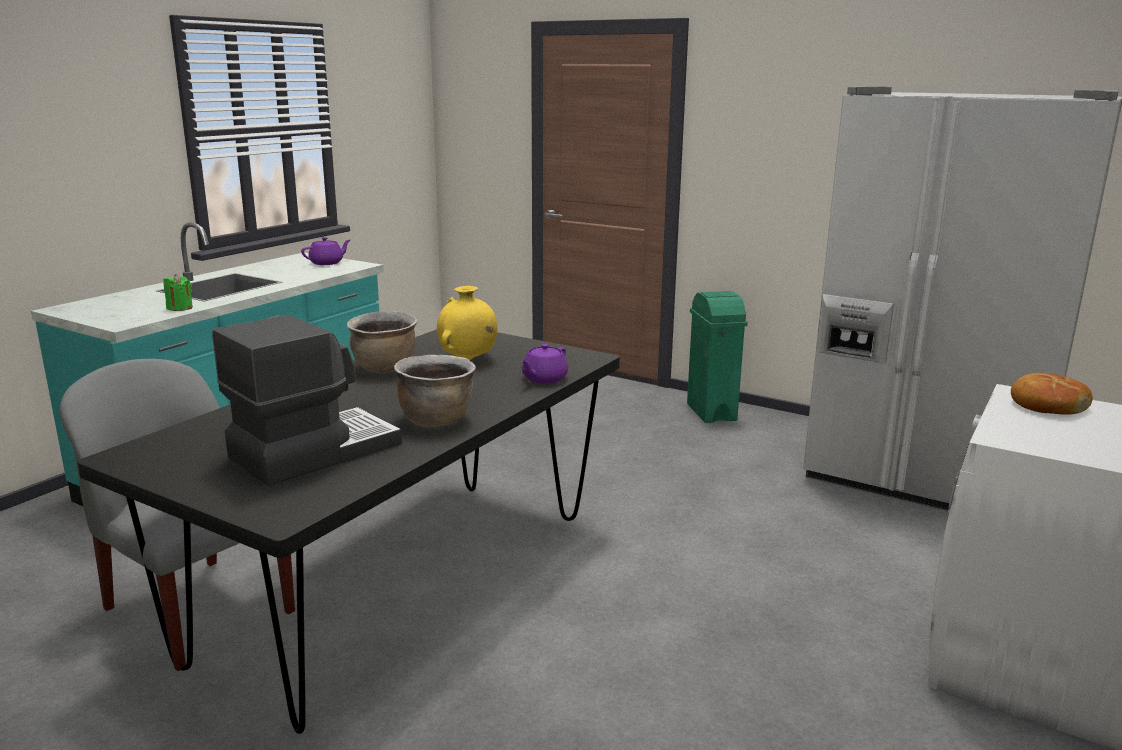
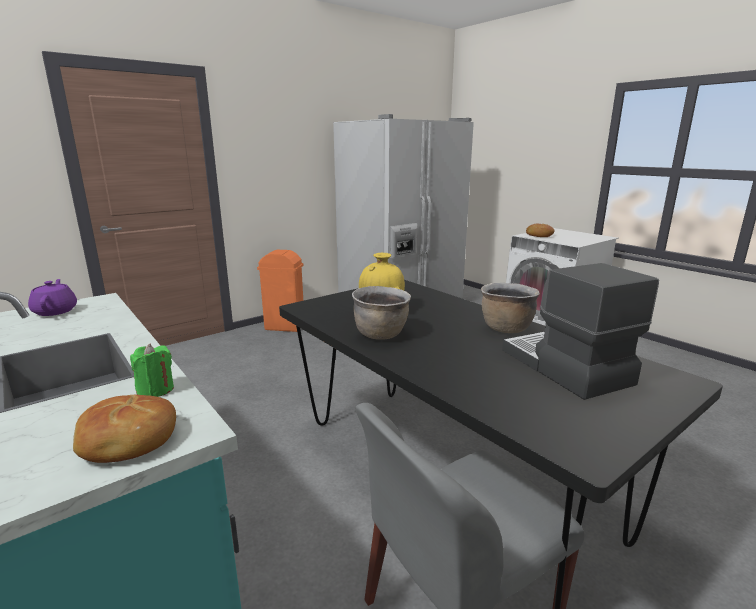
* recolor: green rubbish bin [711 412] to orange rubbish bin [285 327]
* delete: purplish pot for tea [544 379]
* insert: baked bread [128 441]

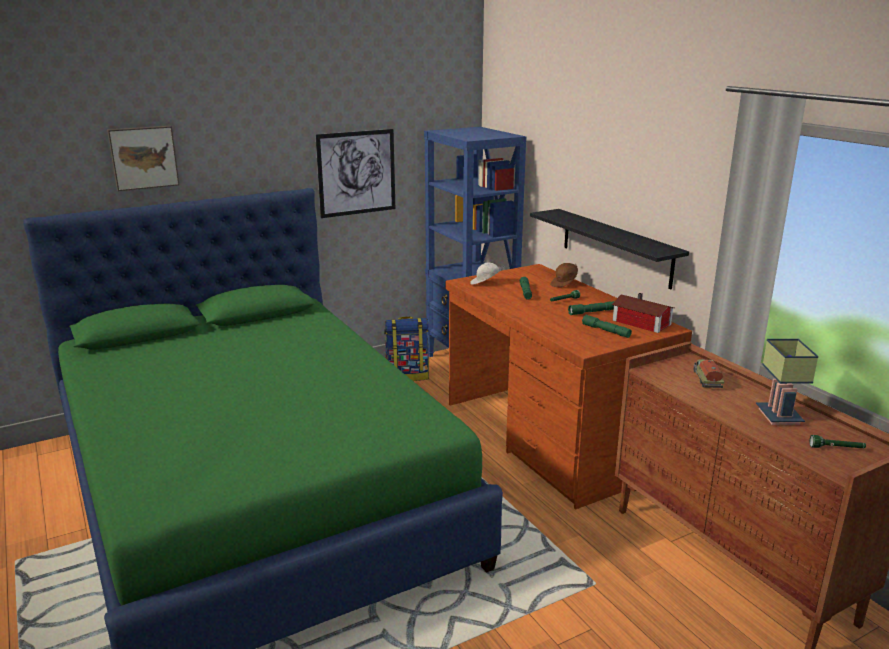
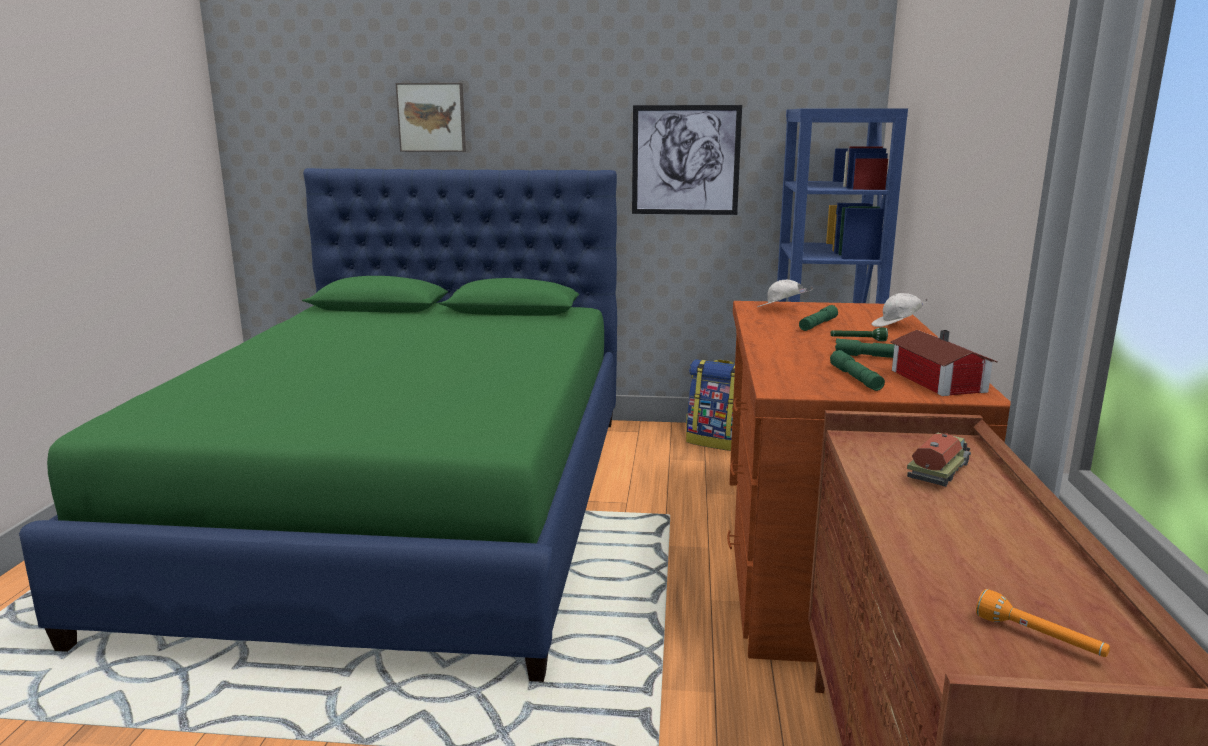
* delete: black bracket shelf [615 247]
* recolor: brown baseball cap [565 283] to white baseball cap [897 326]
* delete: table lamp [776 415]
* recolor: green hand torch [836 448] to orange hand torch [1039 638]

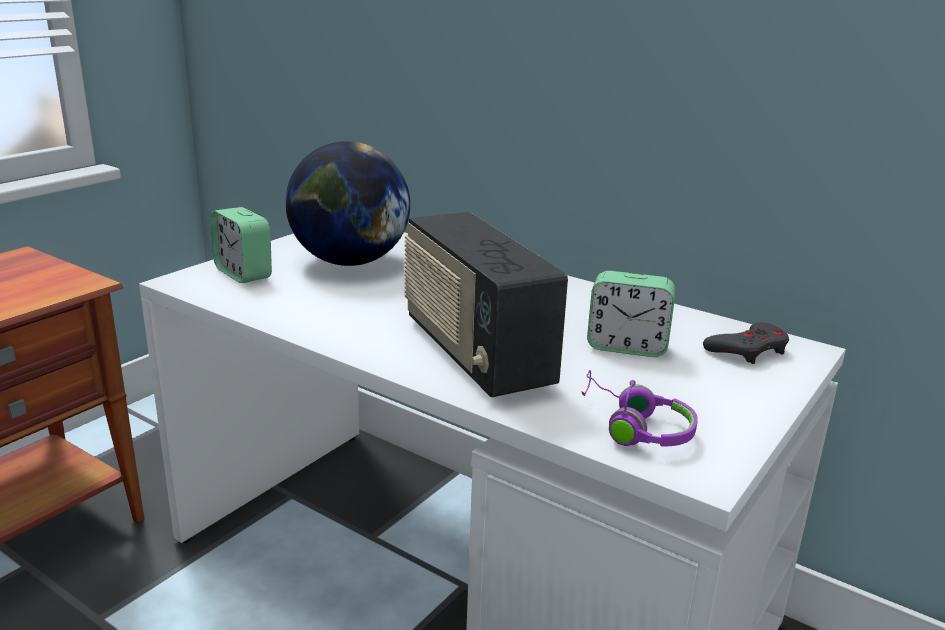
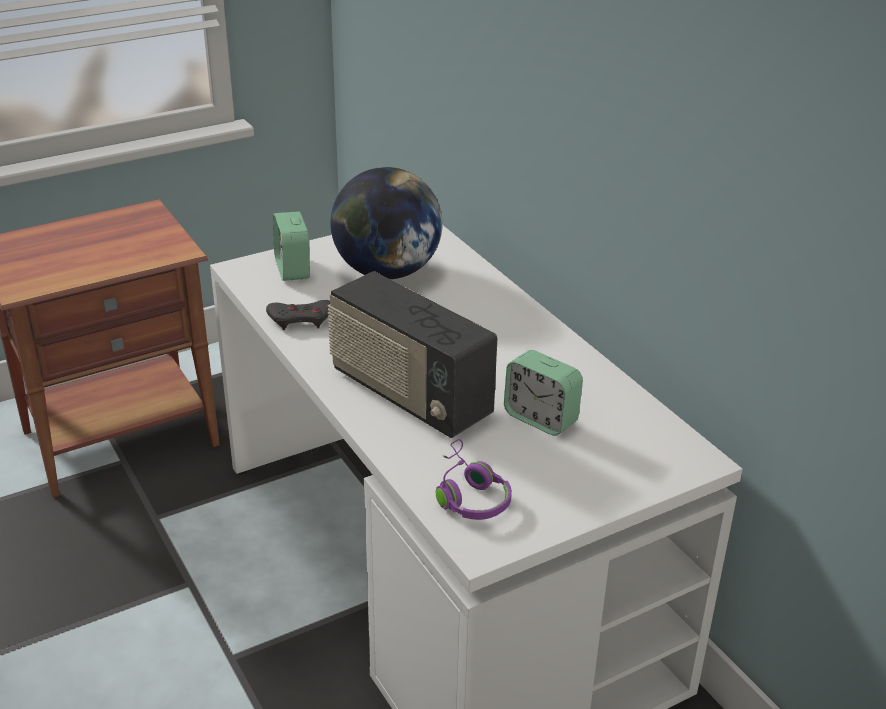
* rotate: radio set [474 353] = [409 395] 45 degrees counterclockwise
* move: greyish gamepad [748 350] to [300 319]

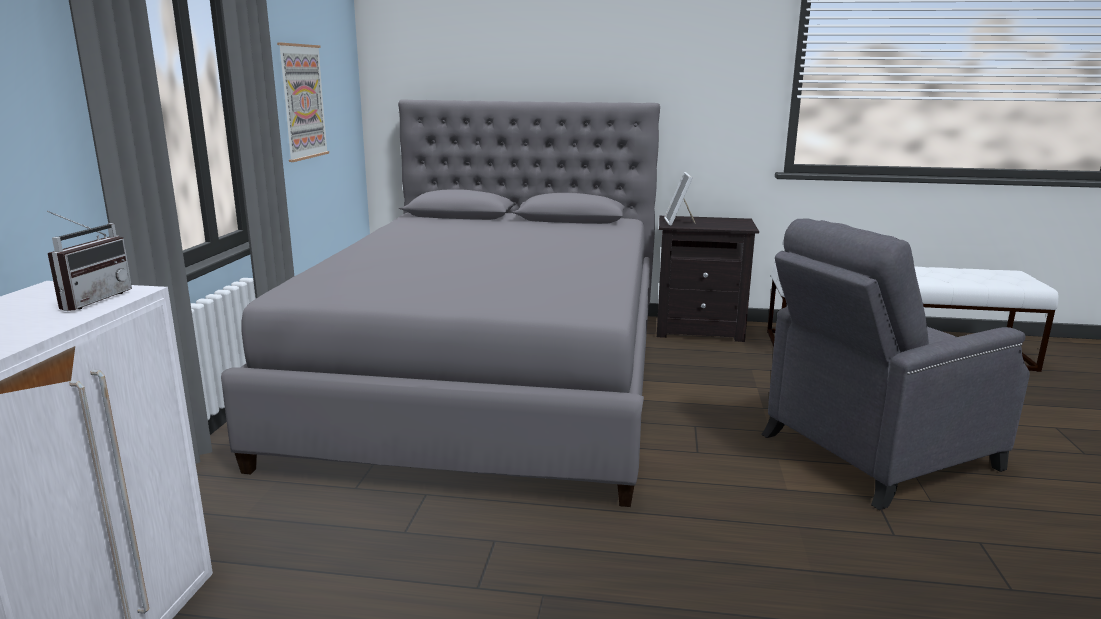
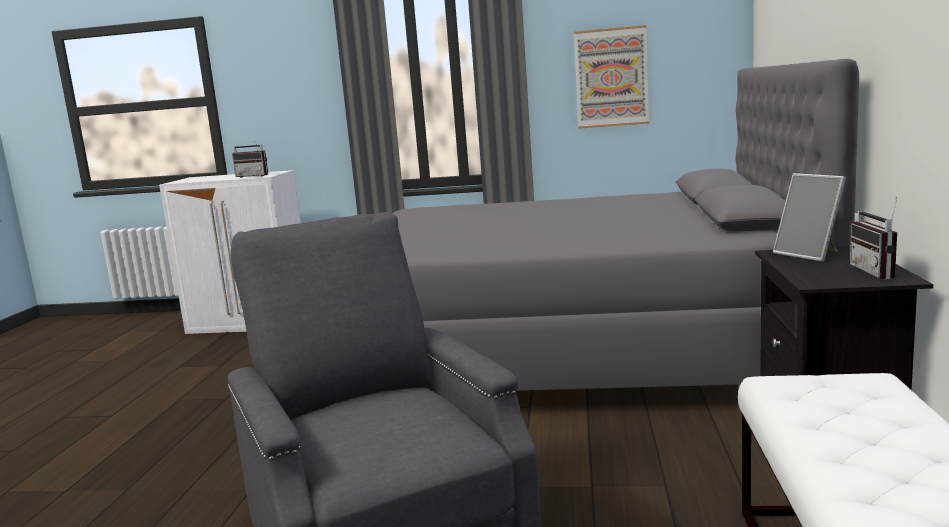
* rotate: standing frame [679 222] = [810 254] 120 degrees counterclockwise
* insert: radio set [880 272]

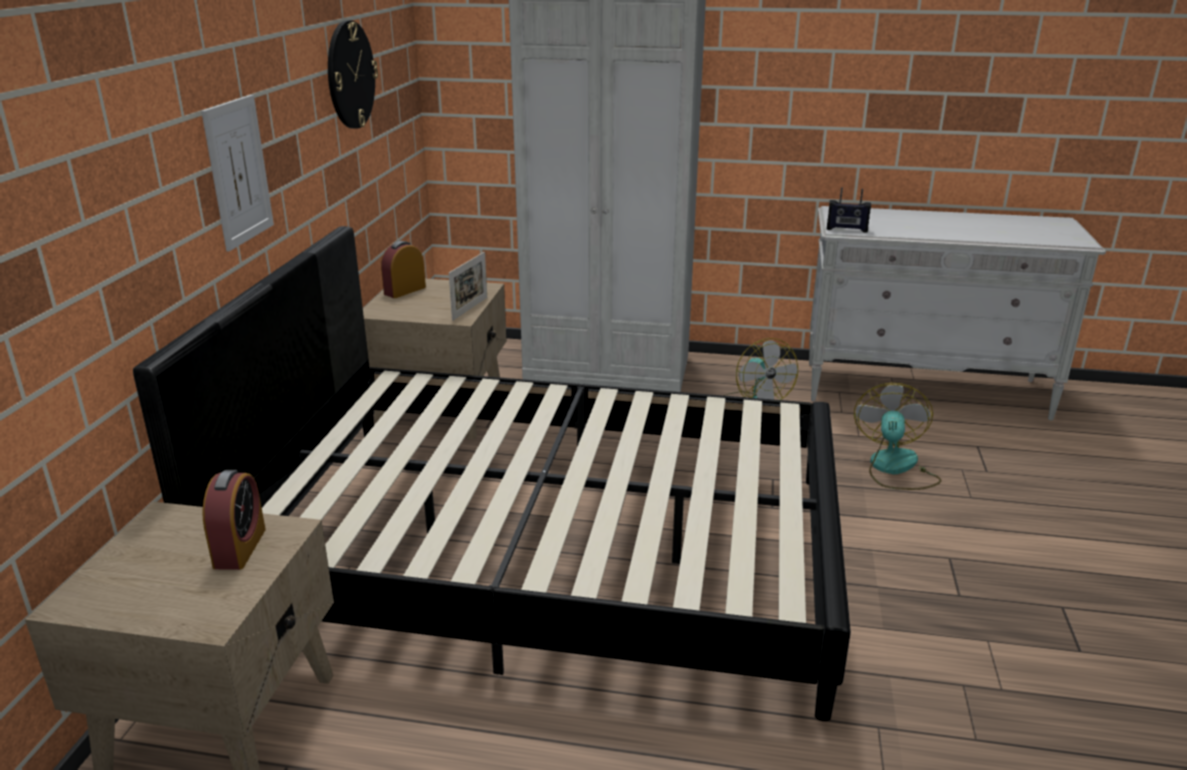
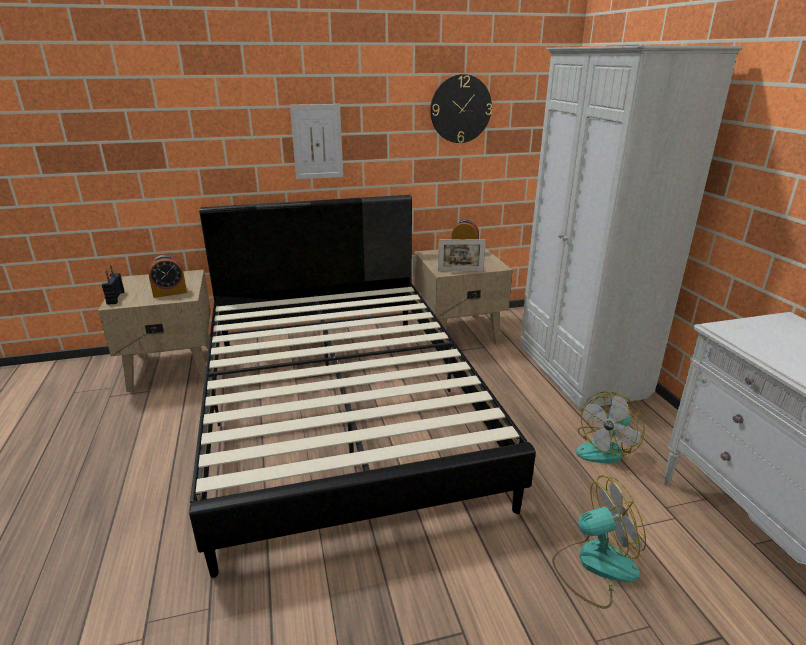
* move: radio set [847 229] to [115 298]

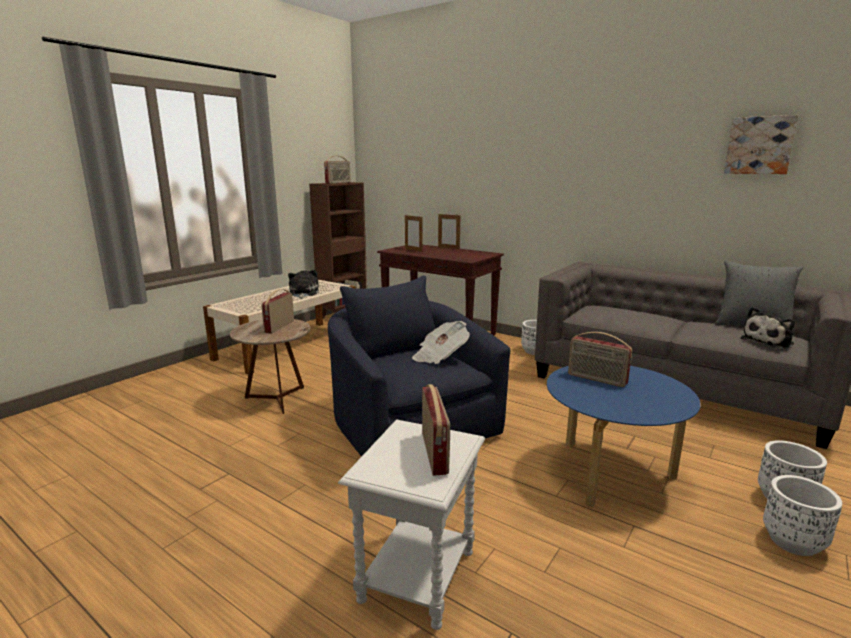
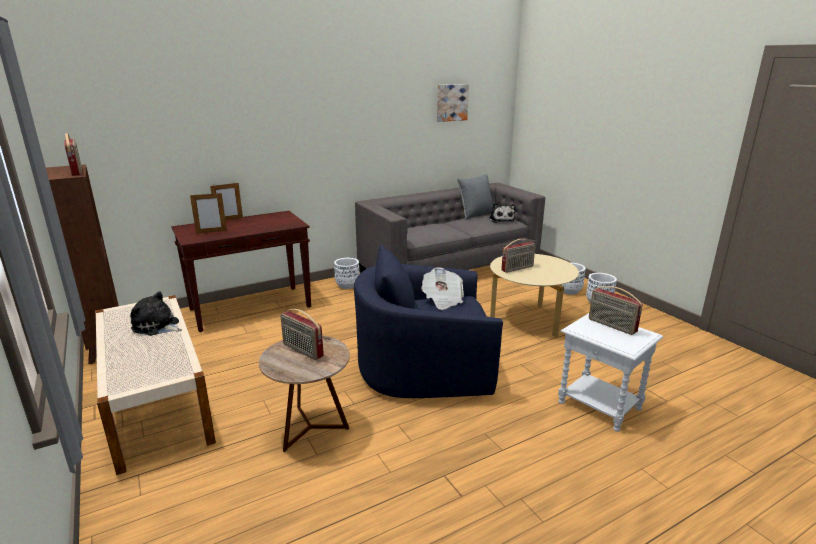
* recolor: blue-coloured coffee table [610 473] to beige-coloured coffee table [528 320]
* rotate: radio set [435 453] = [611 326] 150 degrees counterclockwise

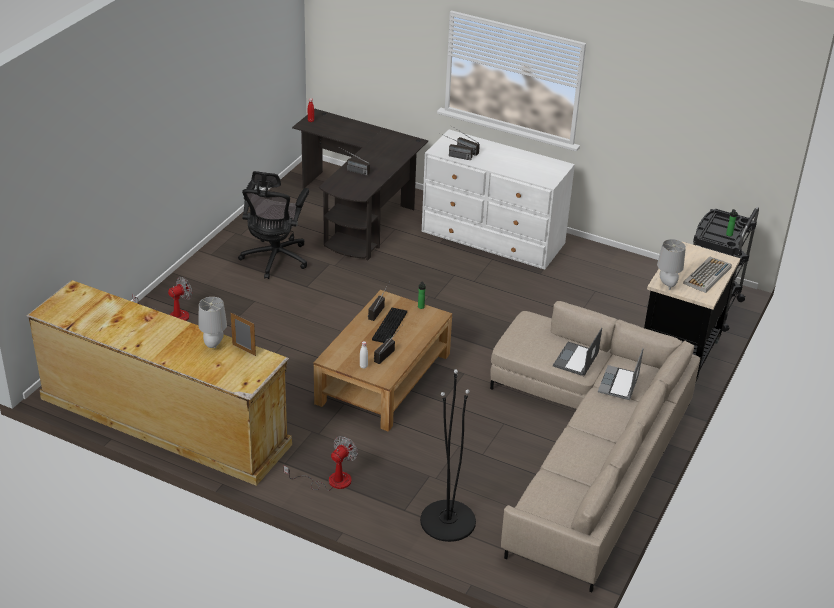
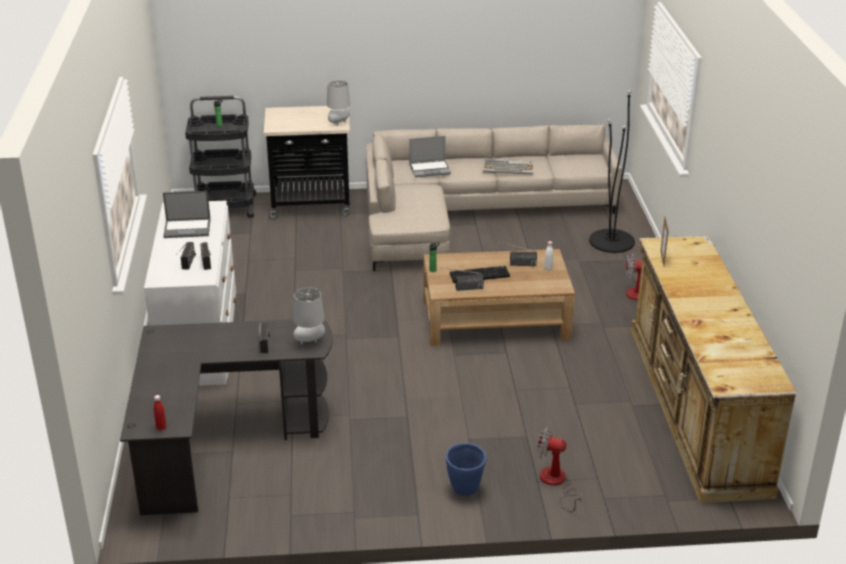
* delete: computer chair [275 259]
* move: keyboard [707 276] to [508 168]
* move: greyish table lamp [214 345] to [310 341]
* move: notebook computer [575 360] to [188 228]
* insert: blue-coloured flower pot [465 489]

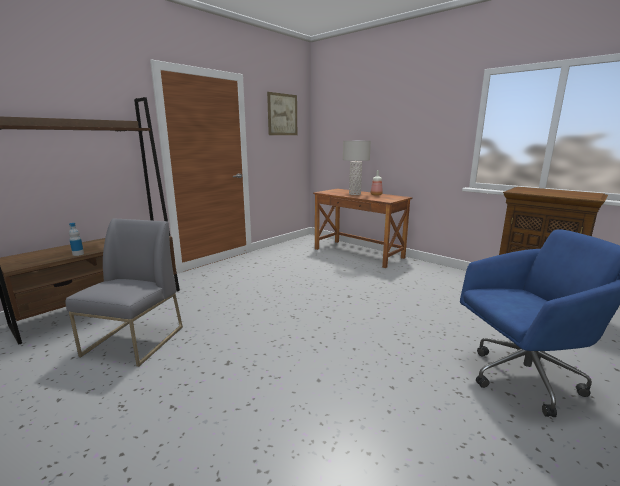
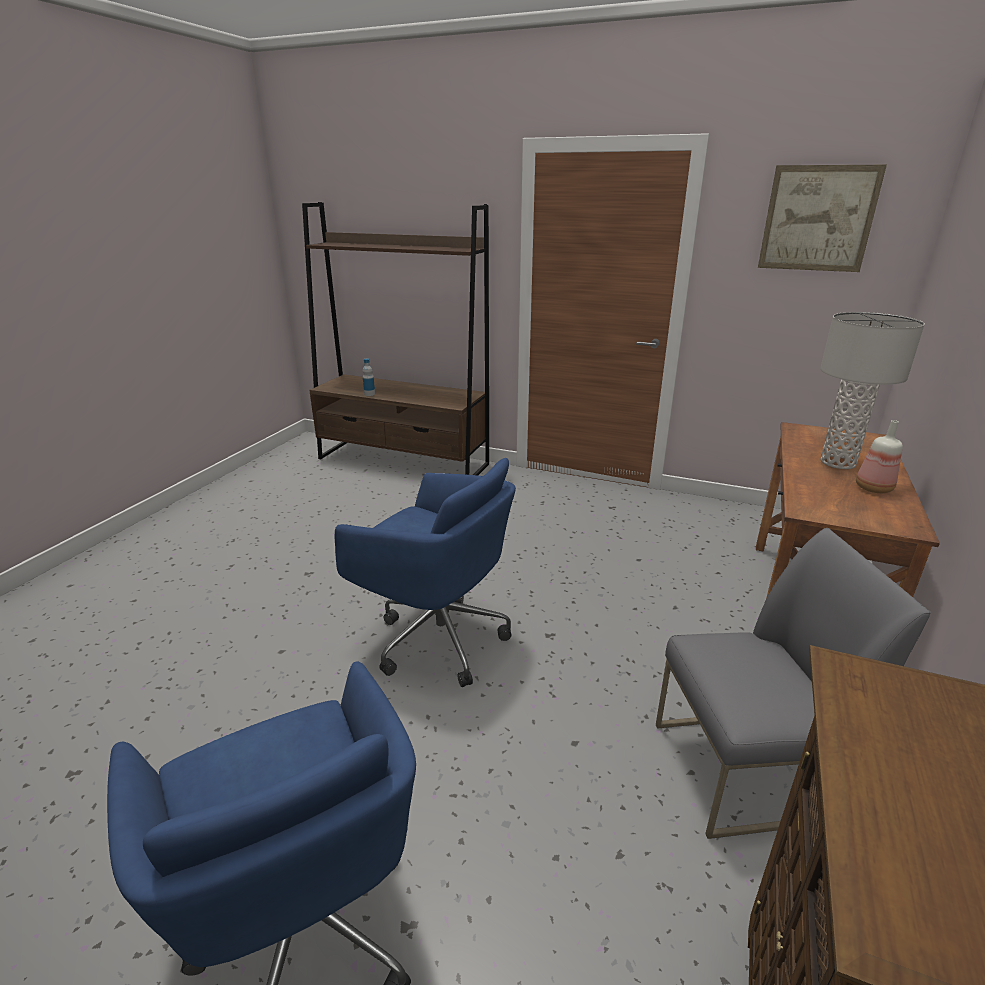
* move: greyish plain chair [134 341] to [745 770]
* insert: blue-coloured computer chair [435 639]

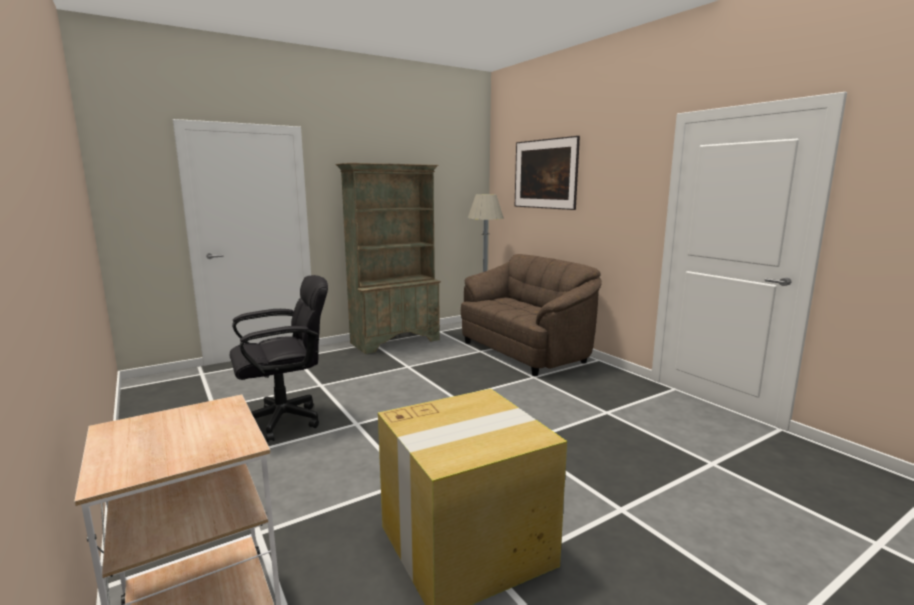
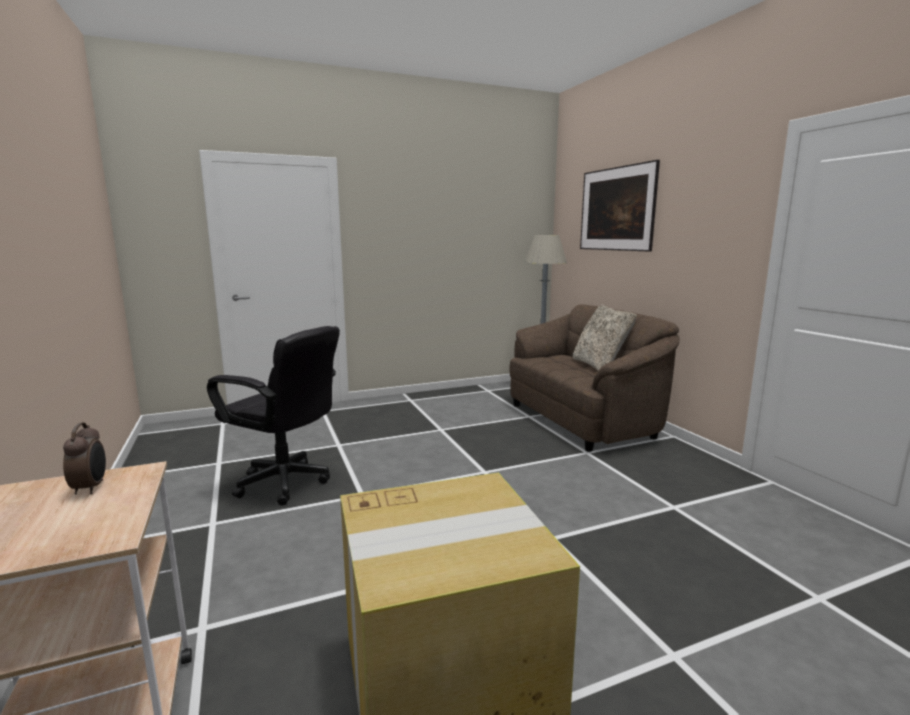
* delete: green shelving unit [395 341]
* rotate: black computer chair [287 420] = [287 484] 45 degrees clockwise
* insert: beige-coloured pillow [599 365]
* insert: alarm clock [91 487]

